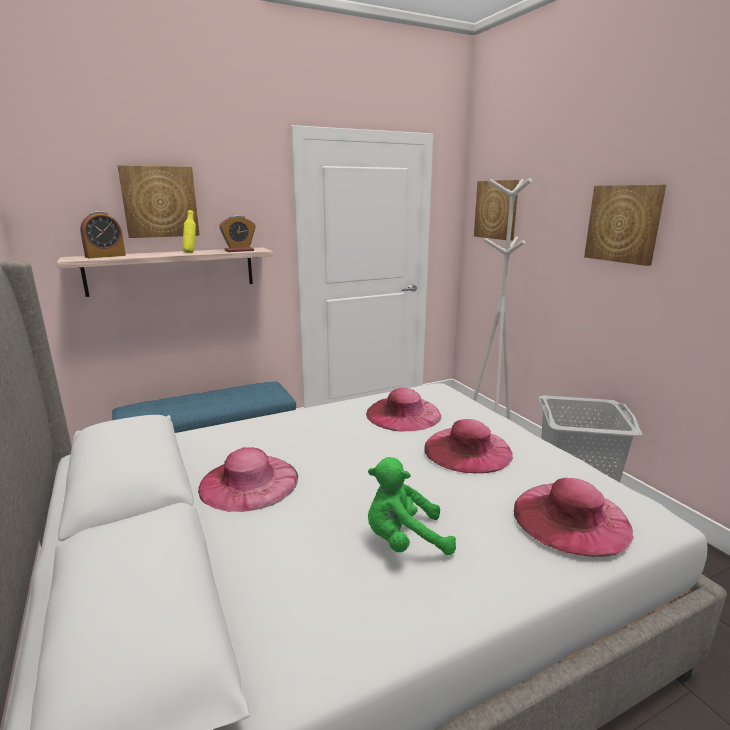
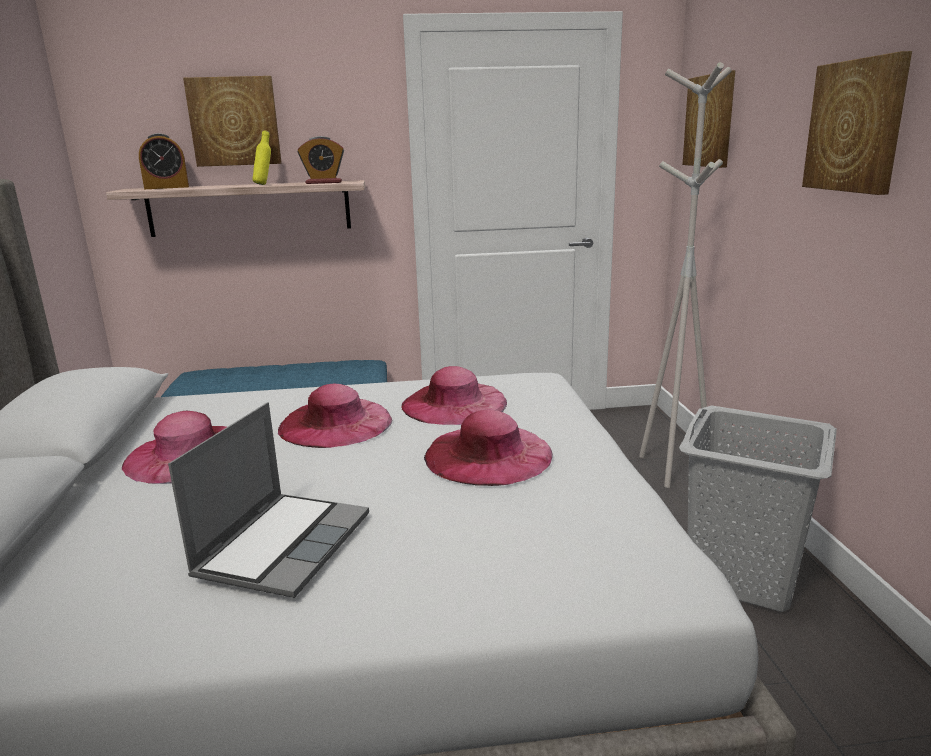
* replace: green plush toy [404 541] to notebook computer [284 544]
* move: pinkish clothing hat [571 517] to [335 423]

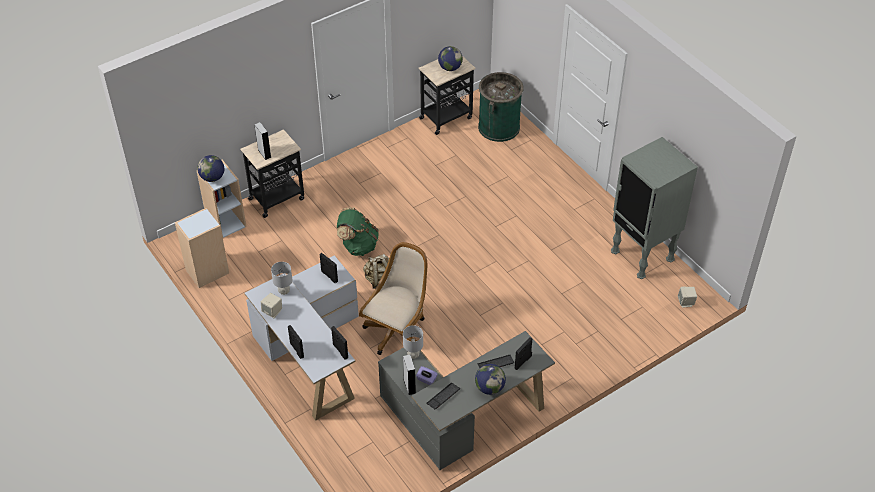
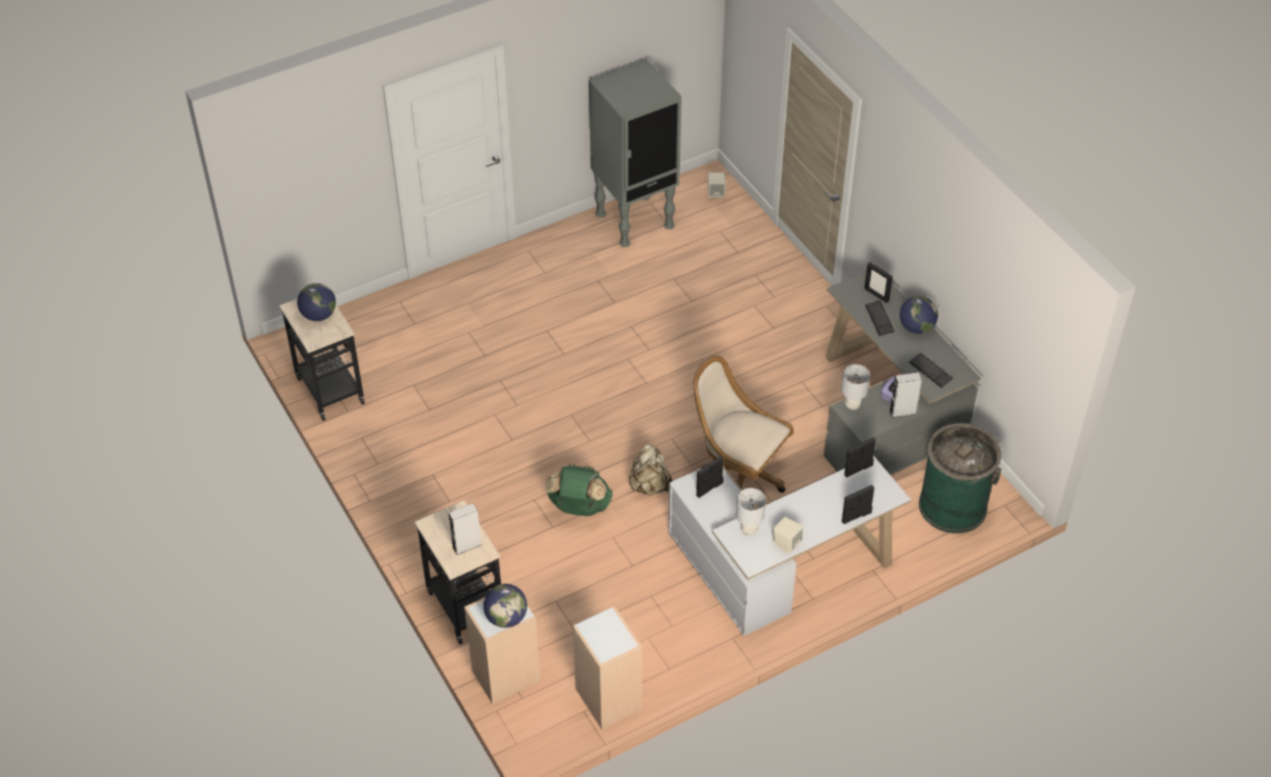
* move: green rubbish bin [499 127] to [952 506]

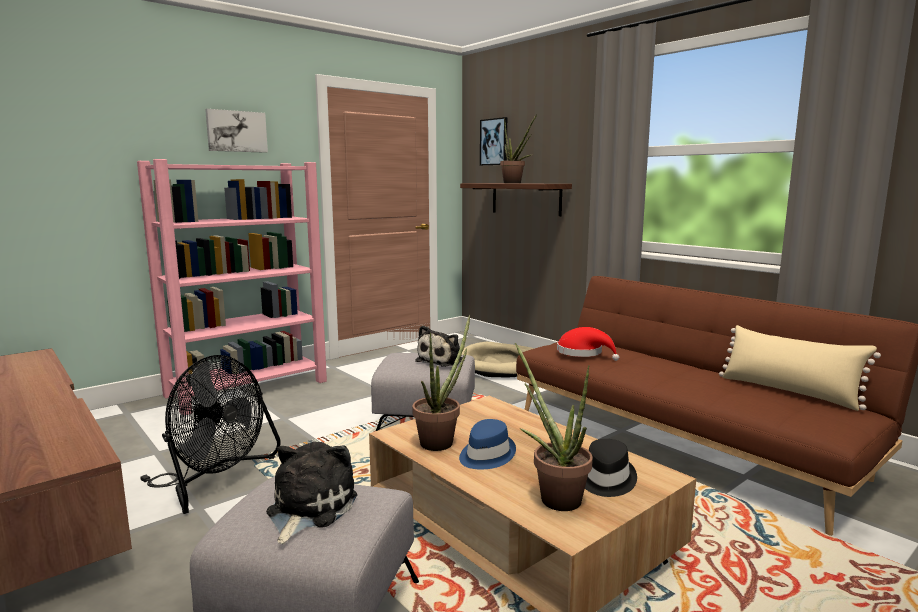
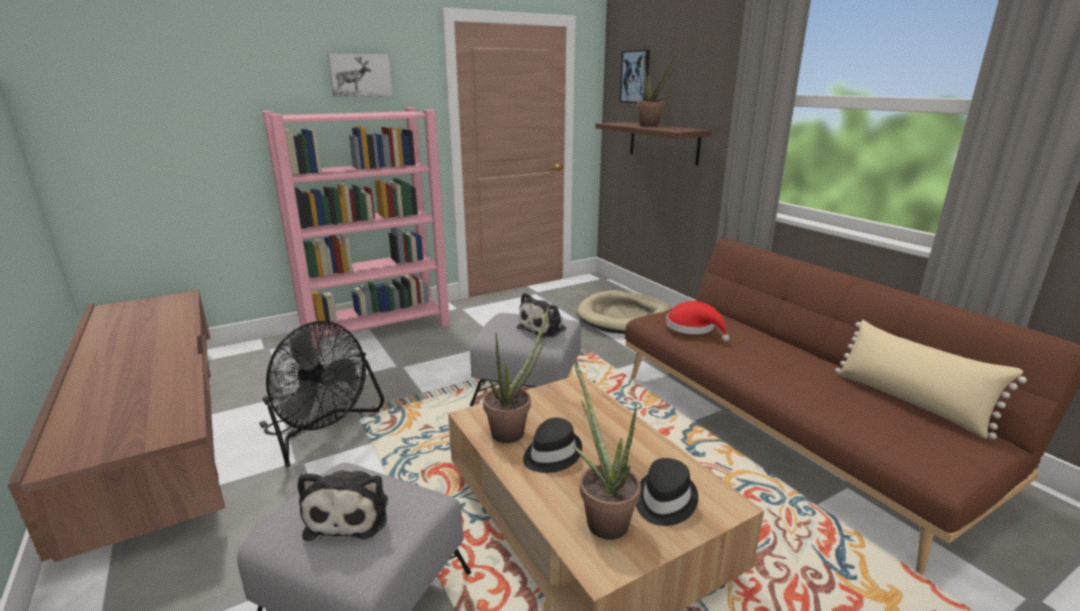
* recolor: blue-coloured clothing hat [486 455] to black clothing hat [551 454]
* rotate: plush toy [308 508] = [350 514] 150 degrees clockwise

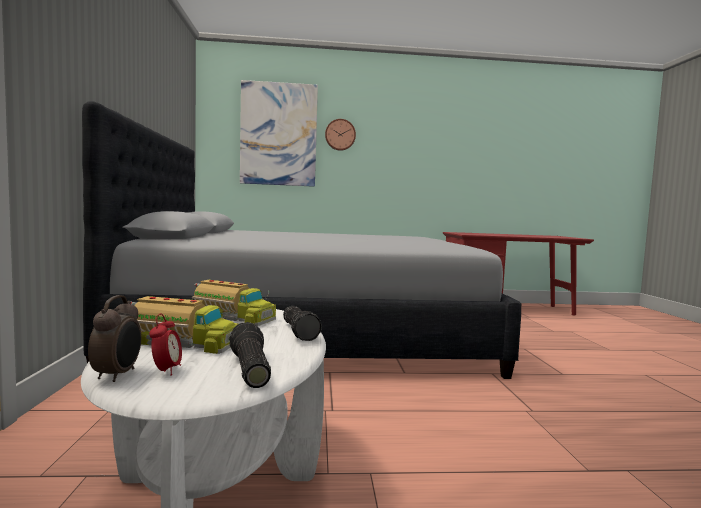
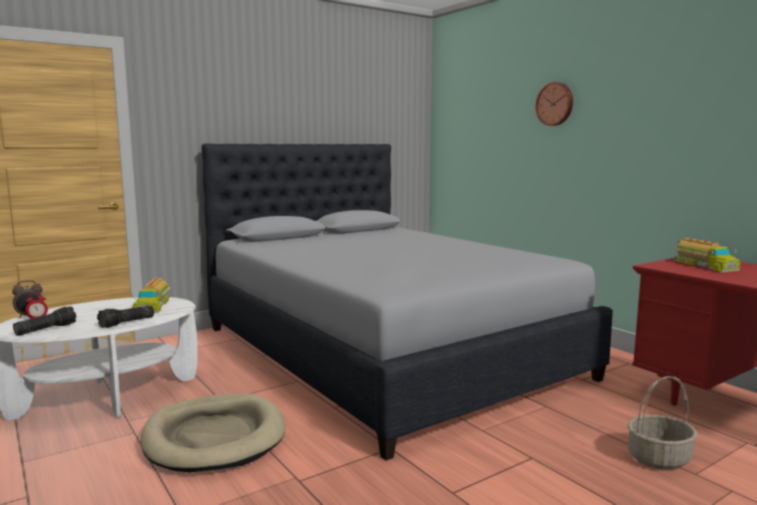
* delete: wall picture [278 134]
* move: model truck [182 342] to [704 265]
* insert: household basket [659 459]
* insert: beige-coloured pet bed [214 437]

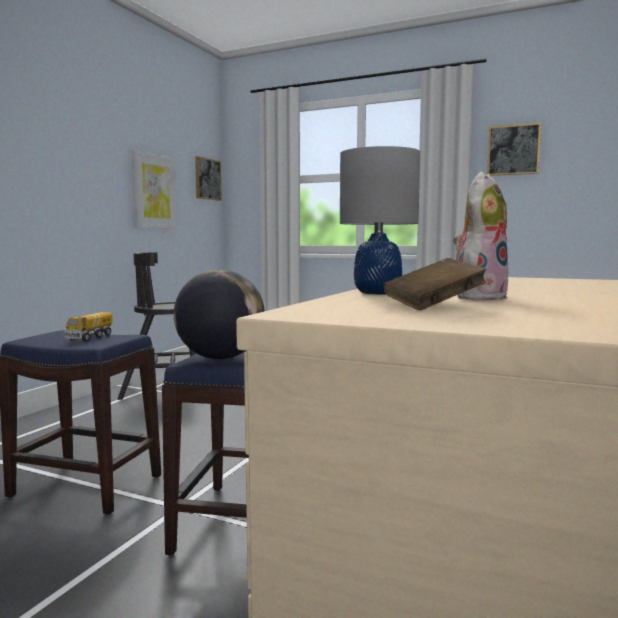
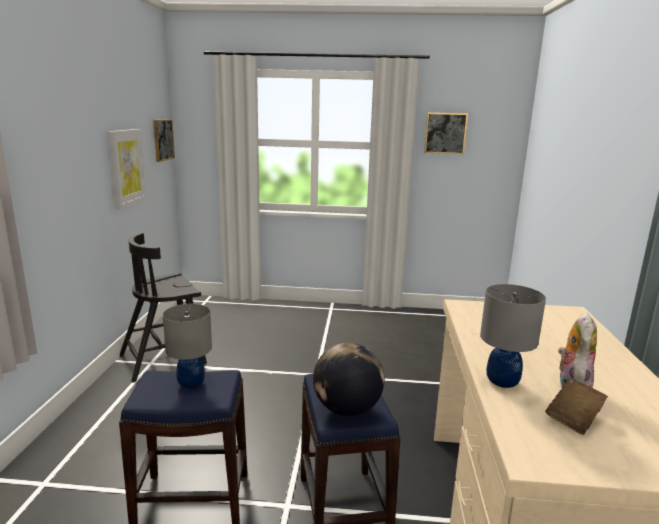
* replace: model truck [90 337] to greyish table lamp [192 383]

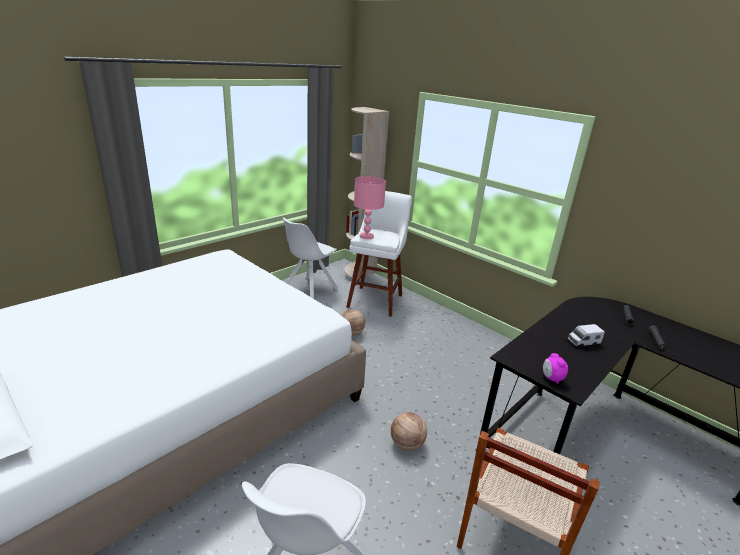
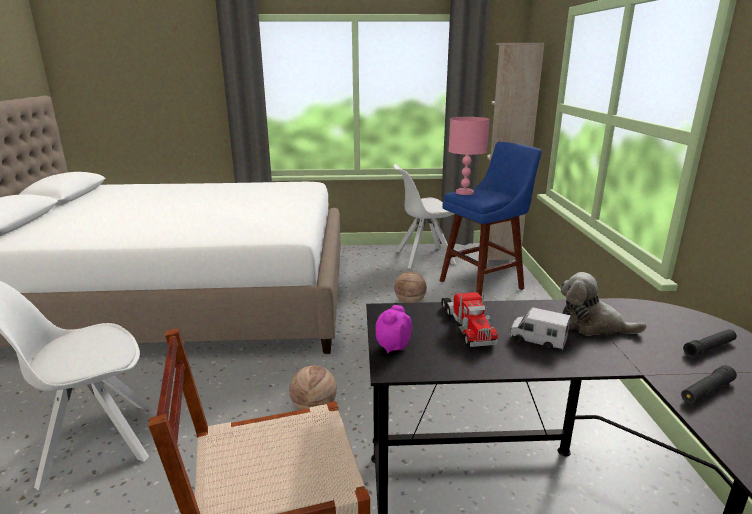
* recolor: white stool seat [376 300] to blue-coloured stool seat [483 284]
* insert: plush toy [592 325]
* insert: model truck [466 325]

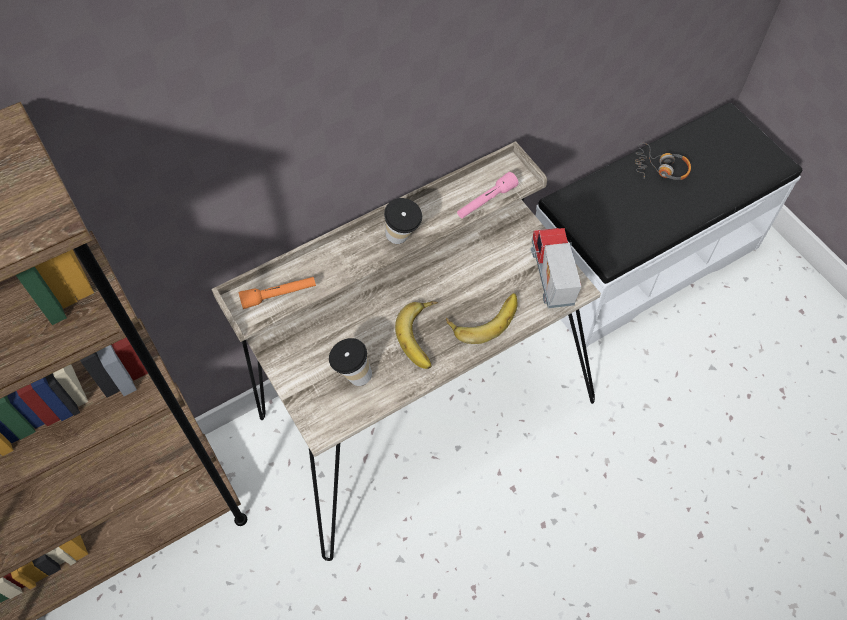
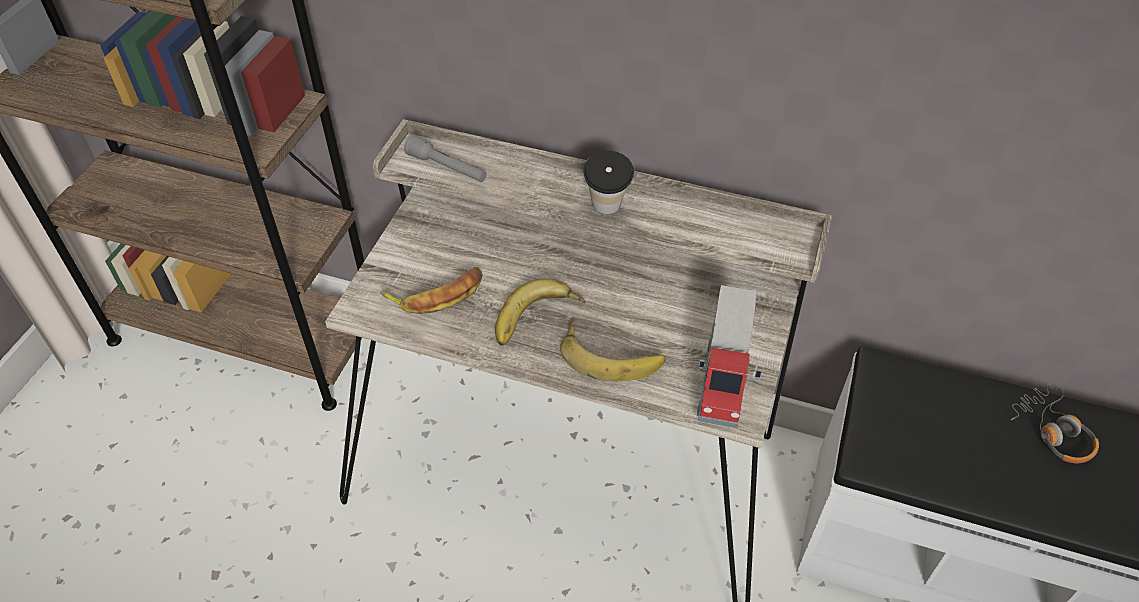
* delete: pinkish hand torch [486 201]
* rotate: model truck [549 278] = [725 381] 150 degrees clockwise
* recolor: orange hand torch [279 295] to greyish hand torch [447 168]
* replace: small cup [352 375] to banana [437 294]

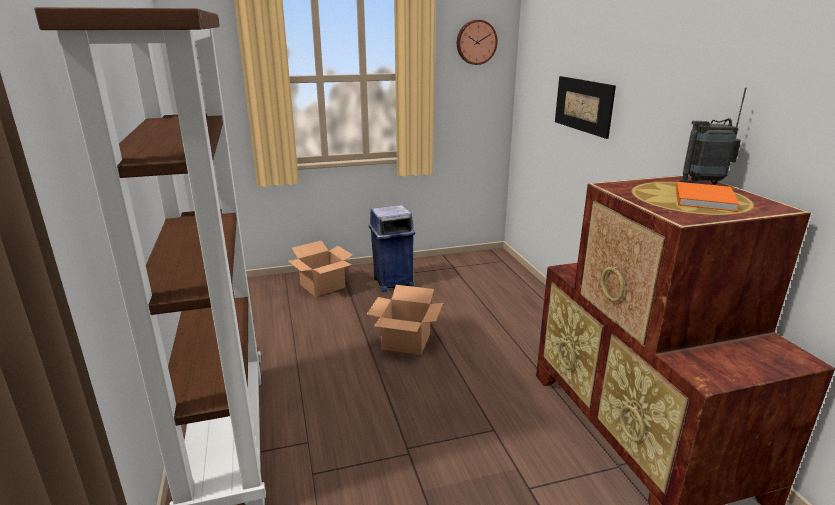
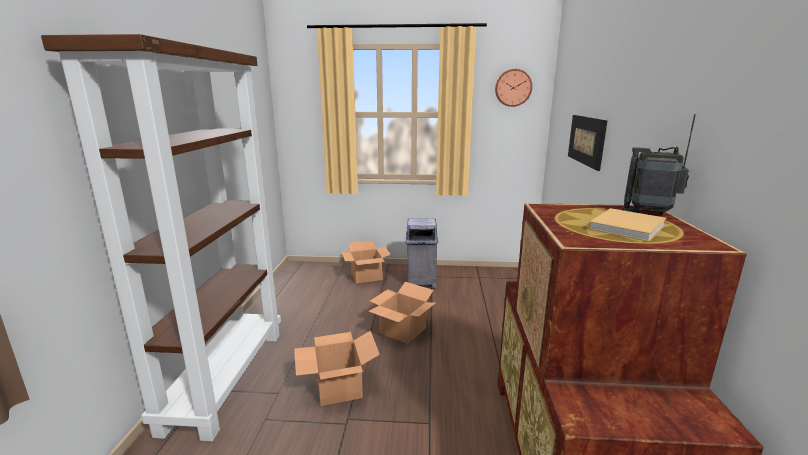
* recolor: orange book [704 198] to beige-coloured book [628 226]
* recolor: blue-coloured rubbish bin [392 282] to greyish rubbish bin [421 282]
* insert: cardboard box [339 388]

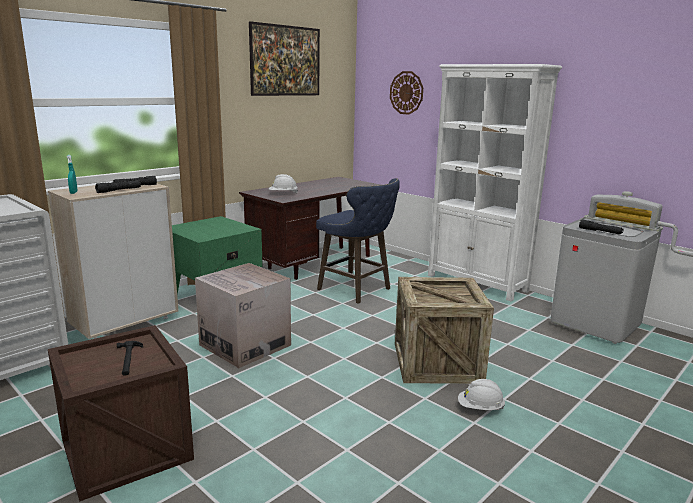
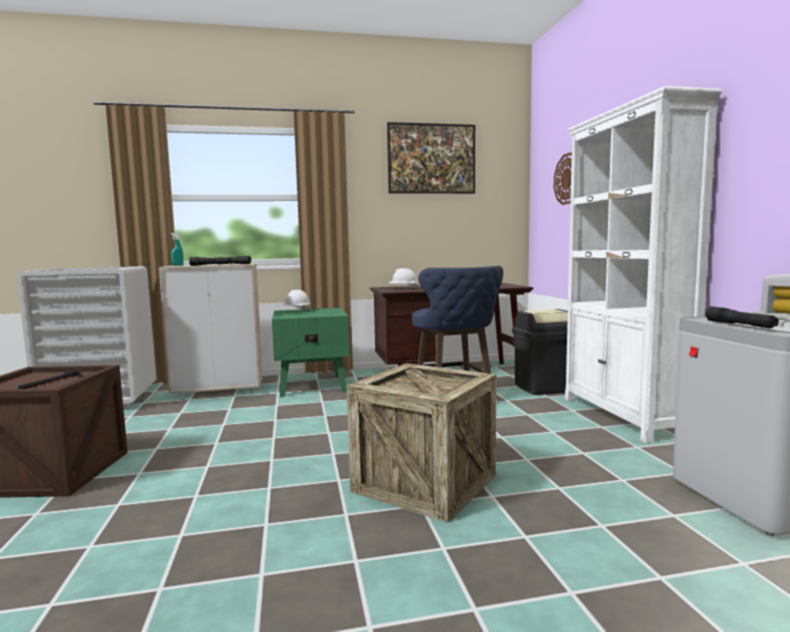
* delete: cardboard box [245 345]
* move: white hard hat [480 408] to [296 310]
* insert: black rubbish bin [543 387]

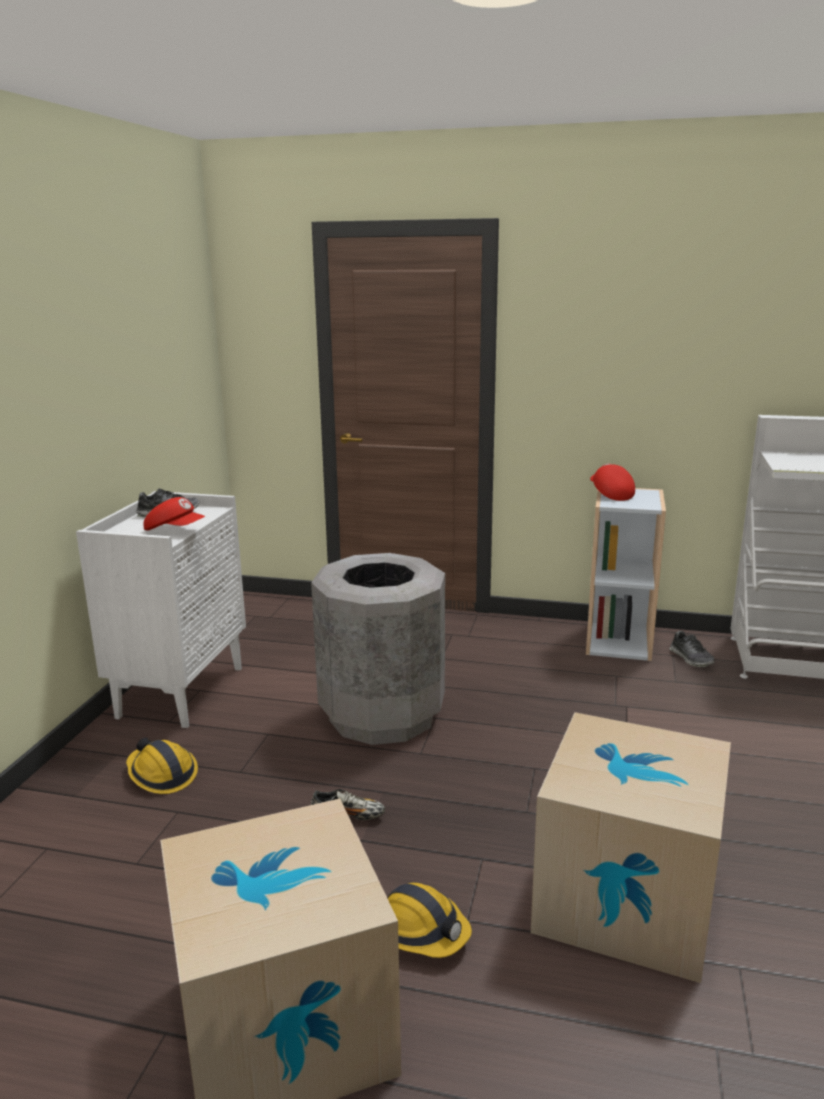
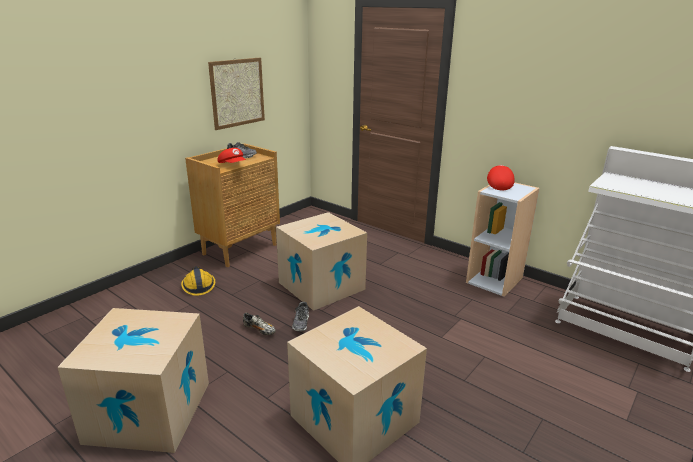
* recolor: white cabinet [182 691] to brown cabinet [240 249]
* replace: greyish rubbish bin [383 715] to cardboard box [321 286]
* move: shoe [691 658] to [301 323]
* delete: hard hat [422 933]
* insert: wall picture [237 92]

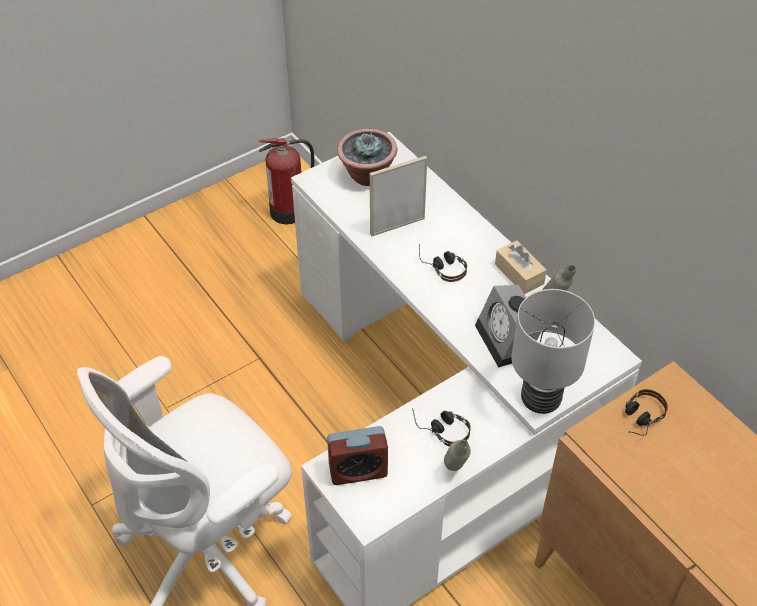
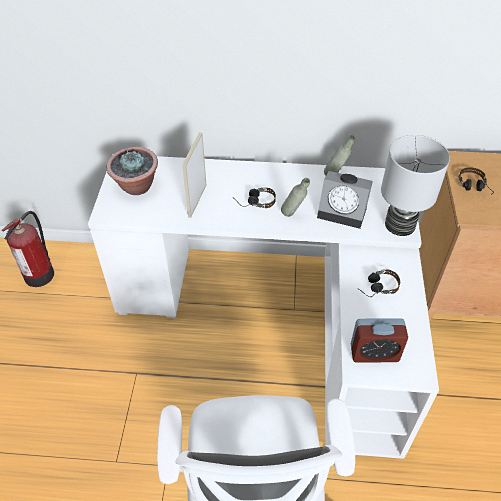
* delete: beige-coloured box of tissues [519 274]
* rotate: alarm clock [358 471] = [374 353] 60 degrees clockwise
* move: greyish beverage bottle [455 472] to [293 215]

